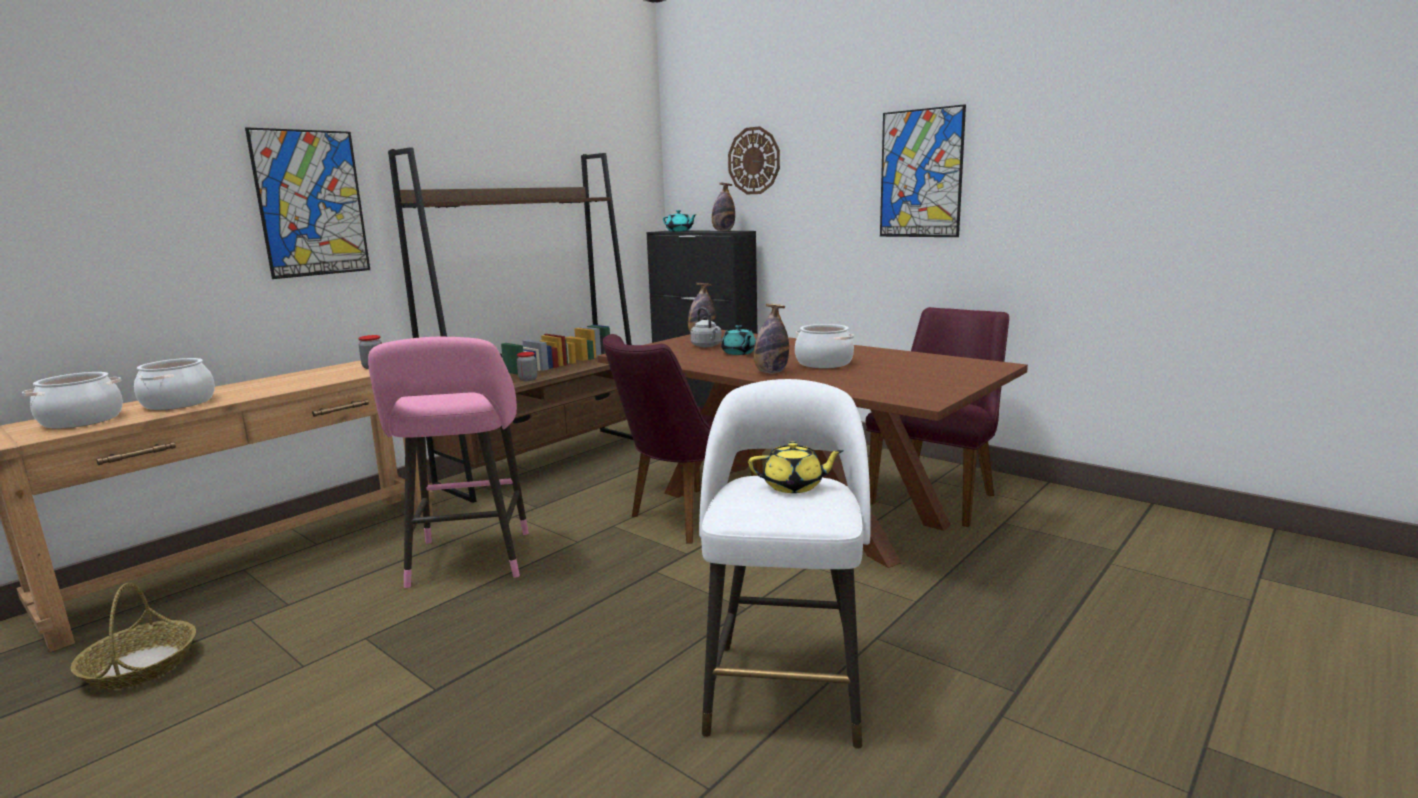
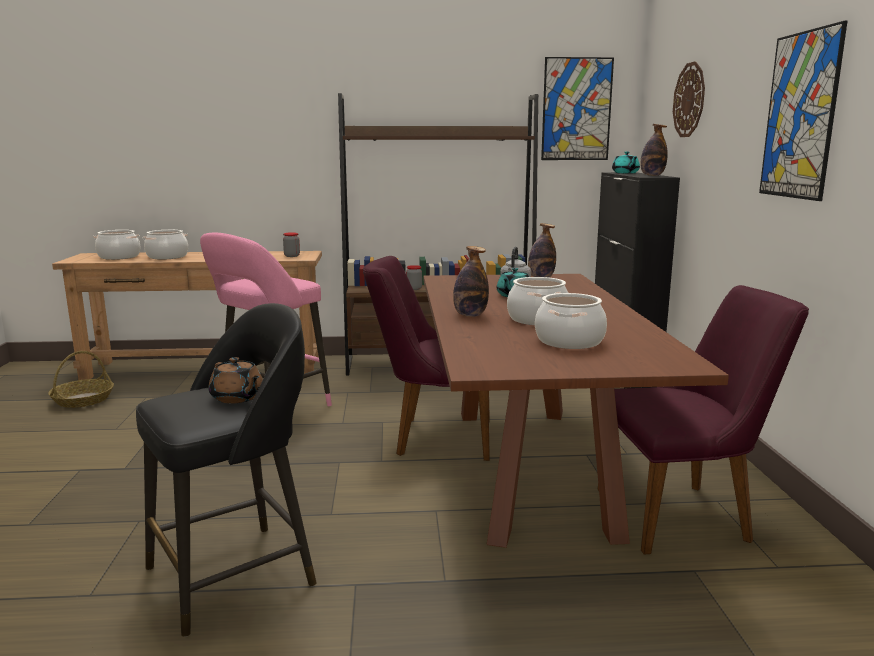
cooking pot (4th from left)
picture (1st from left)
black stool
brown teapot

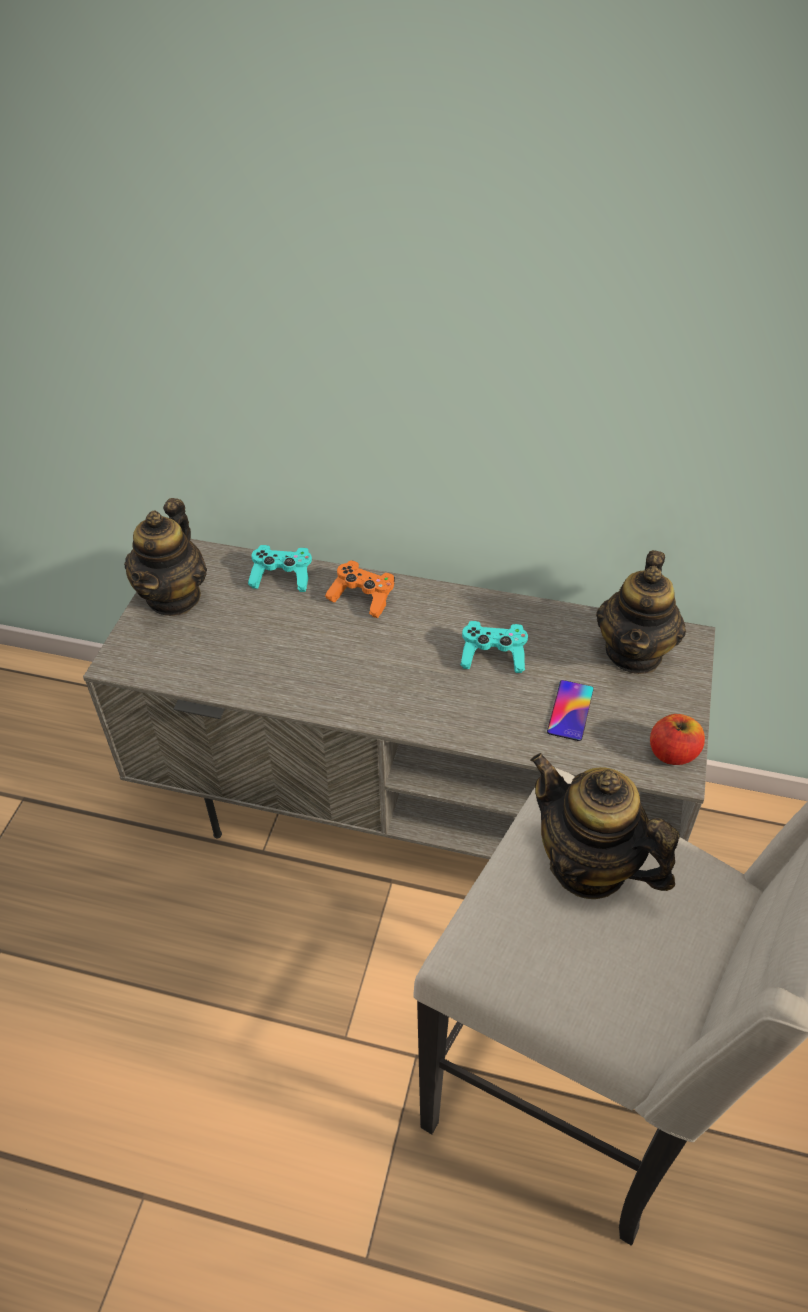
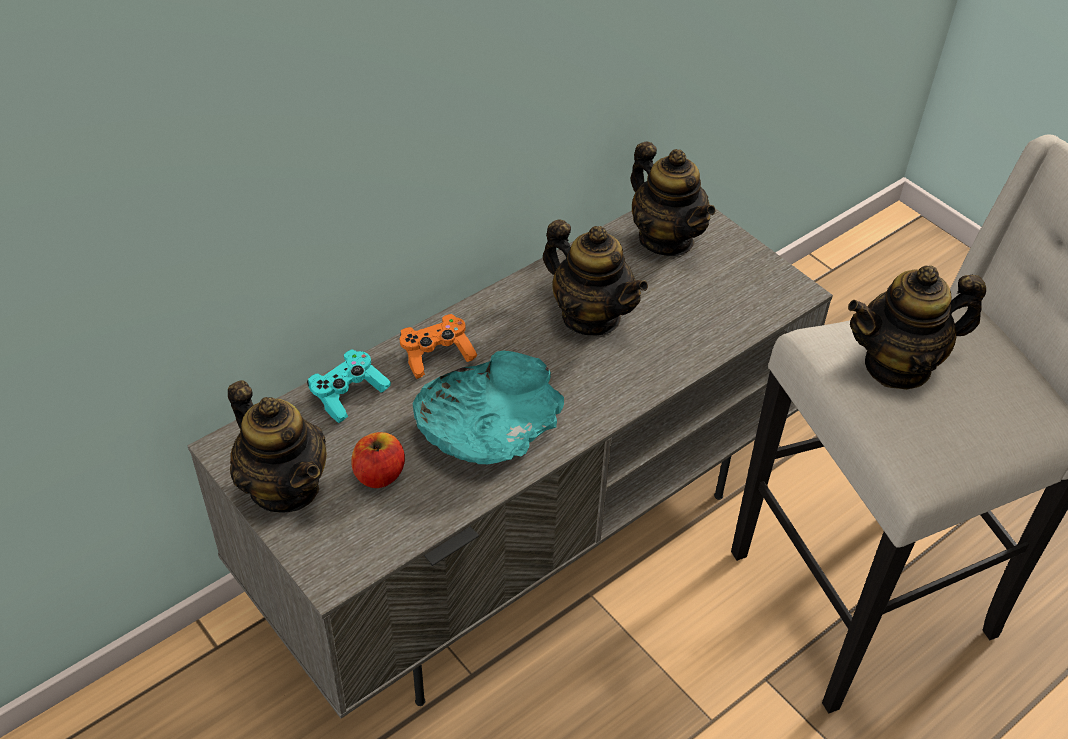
phone
turquoise bowl
apple
teapot (2nd from left)

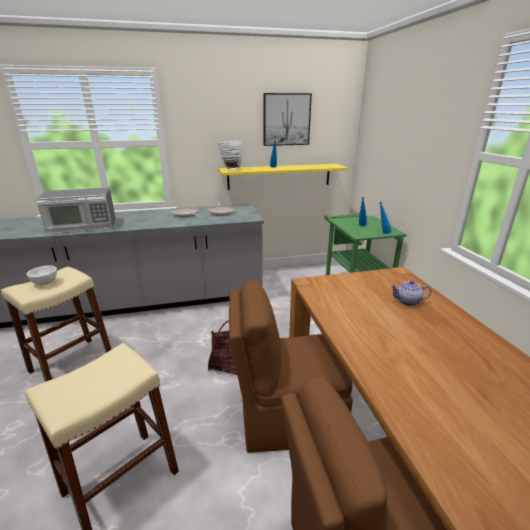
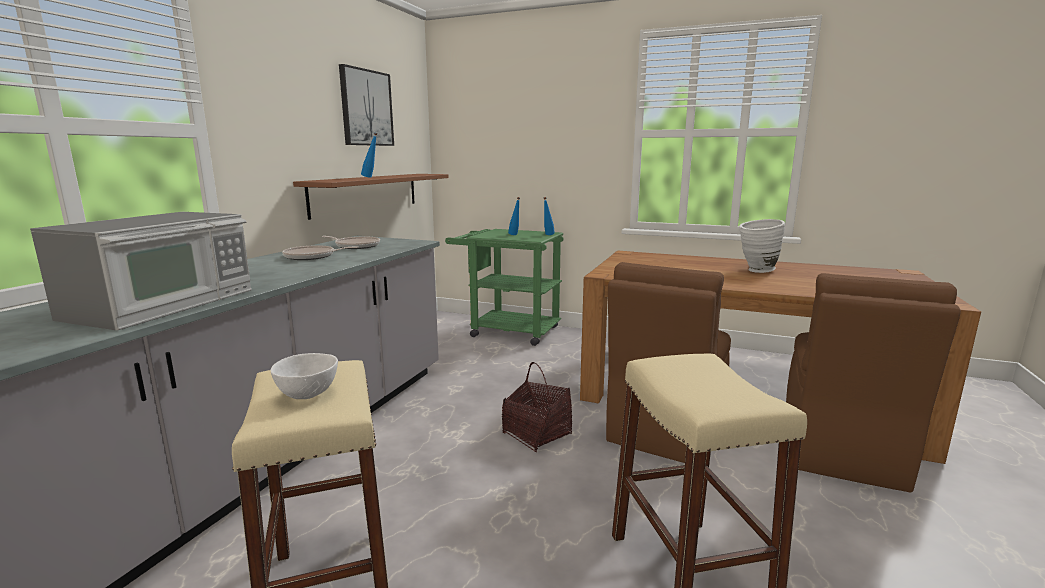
teapot
white vase
brown shelf

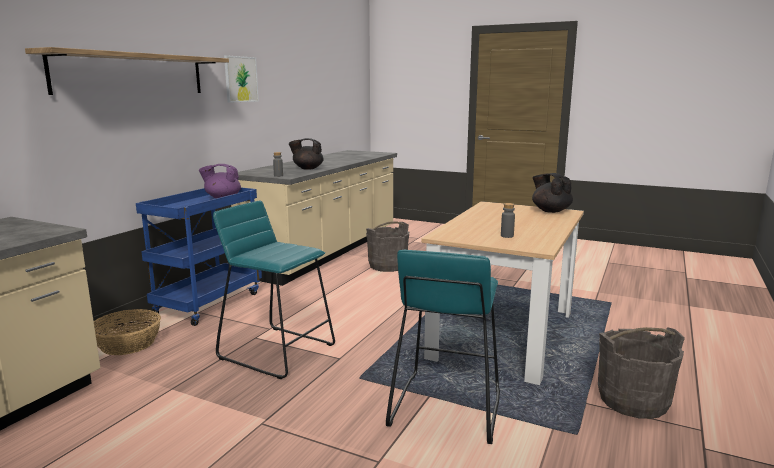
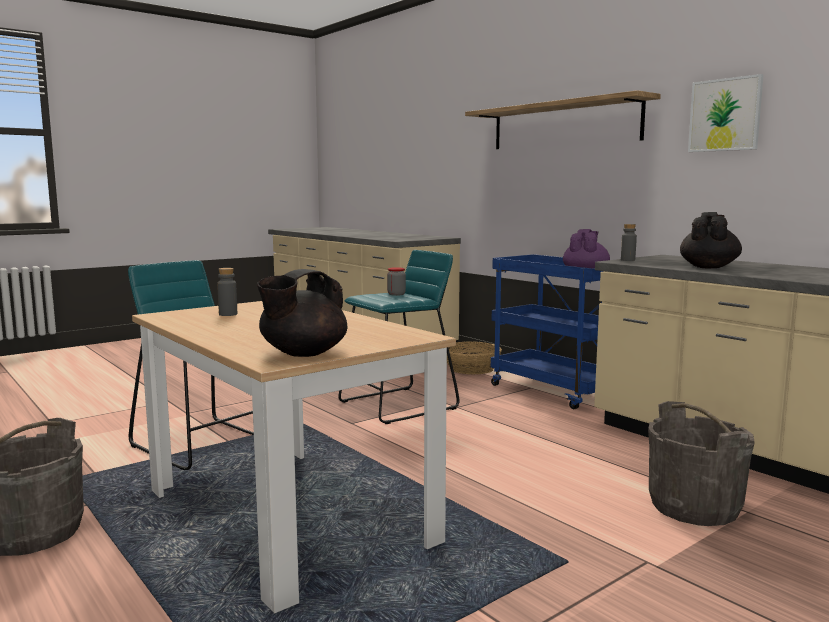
jar
black teapot (1st from left)

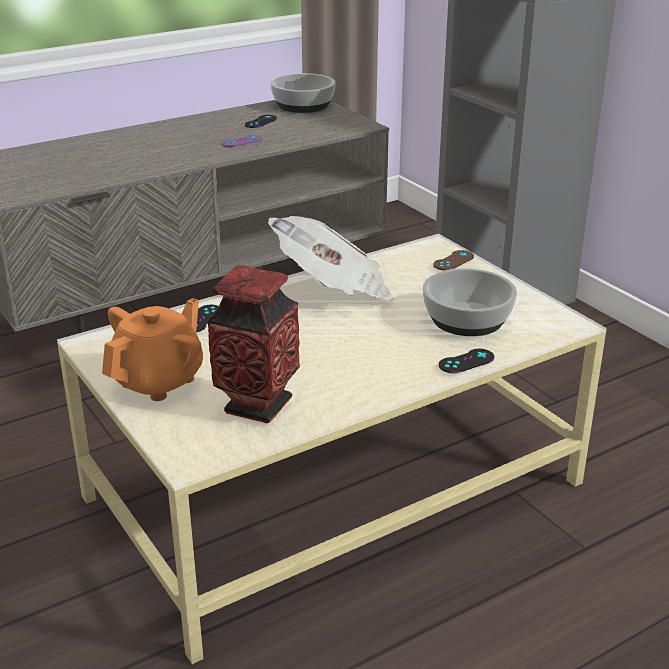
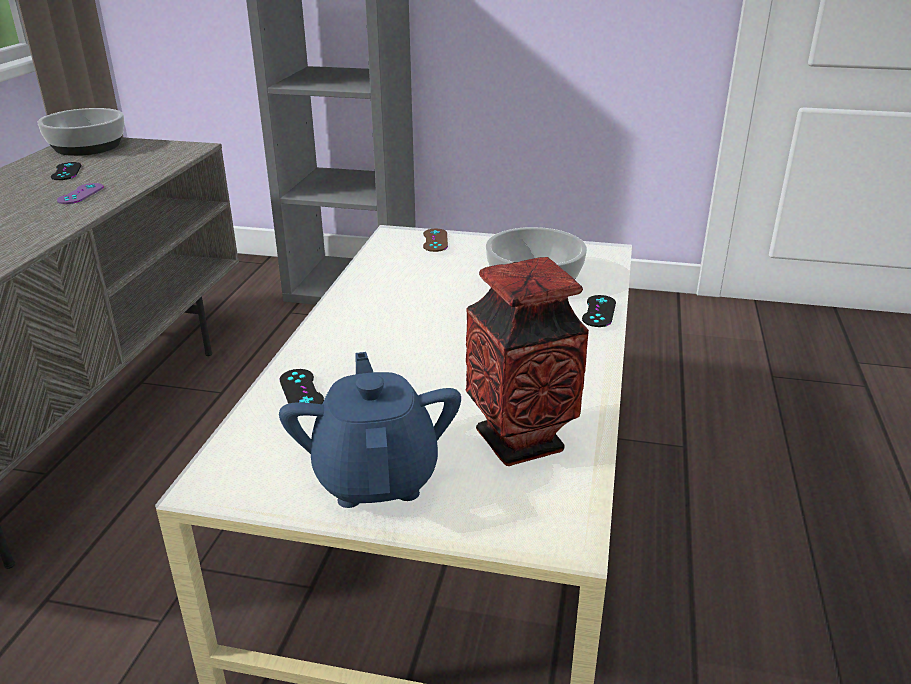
newspaper
blue teapot

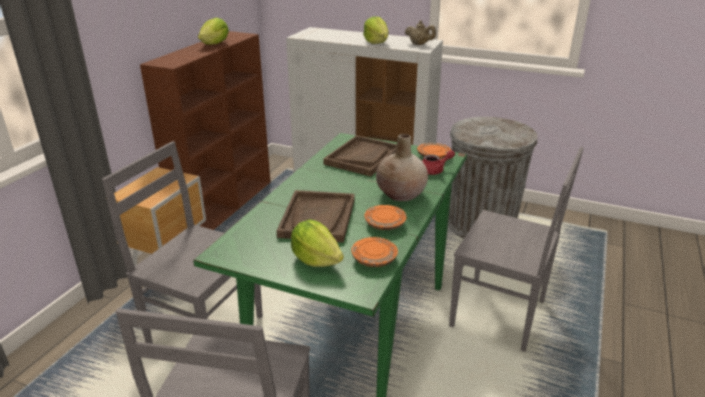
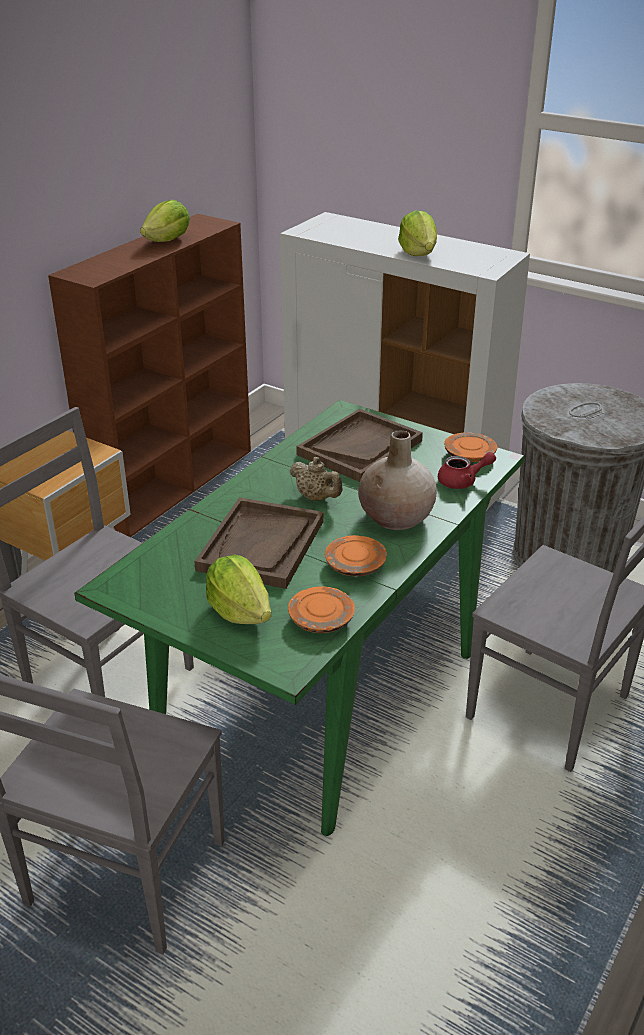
beige teapot

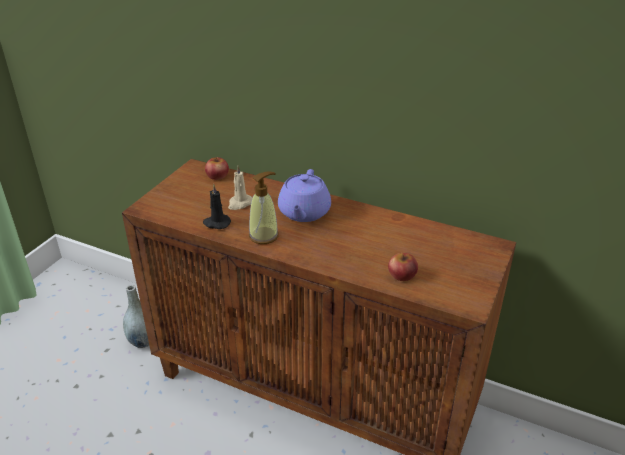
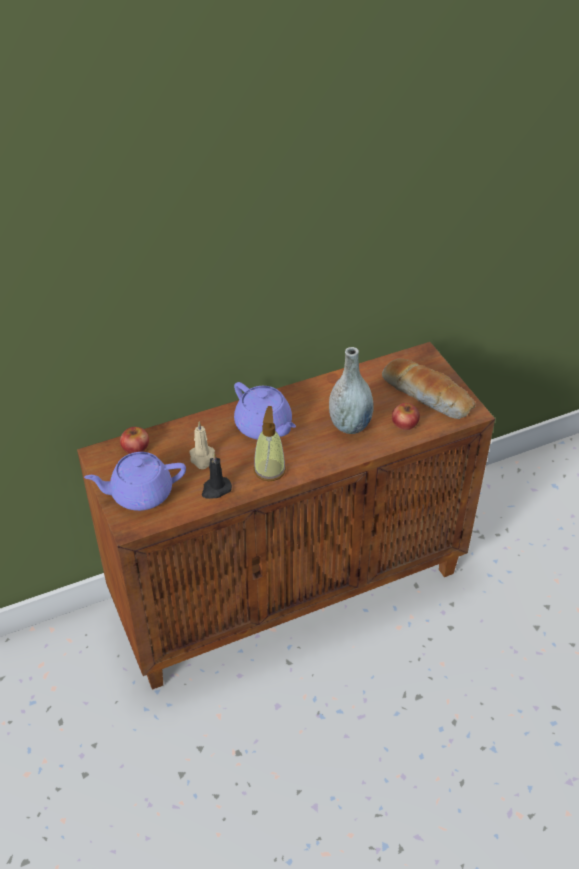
purple teapot (1st from left)
bread
grey vase

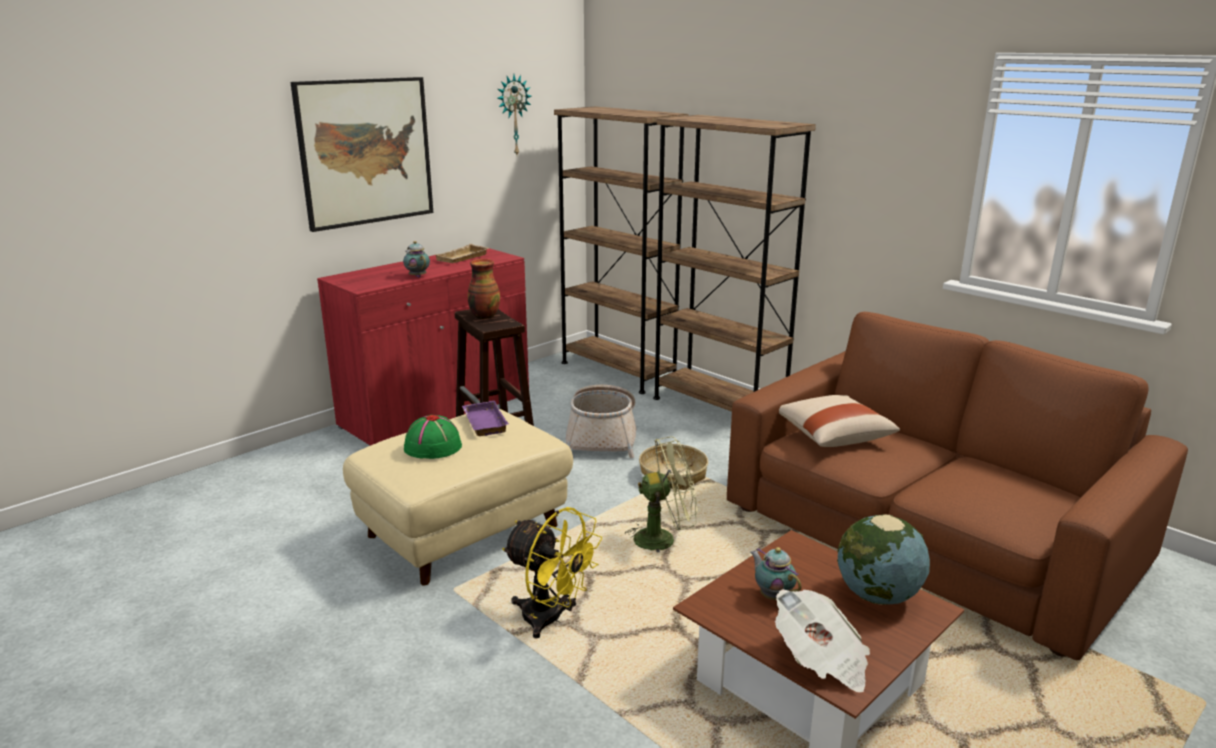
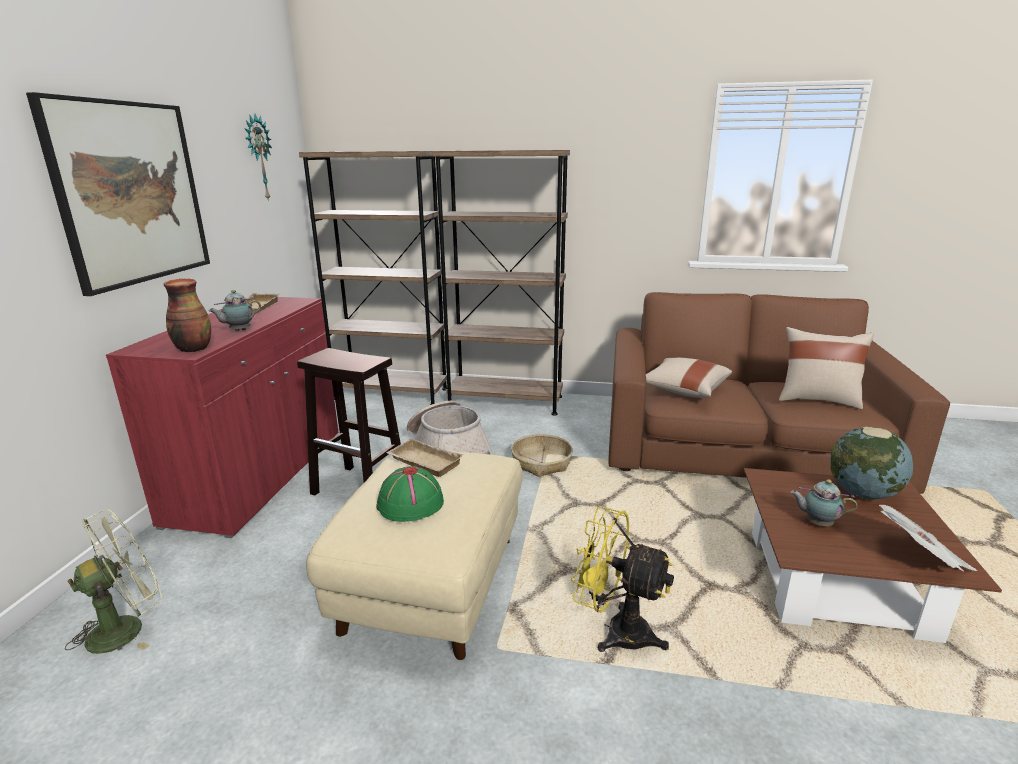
beige pillow (2nd from left)
vase
green fan
beige tray (2nd from left)
teapot (1st from left)
yellow fan

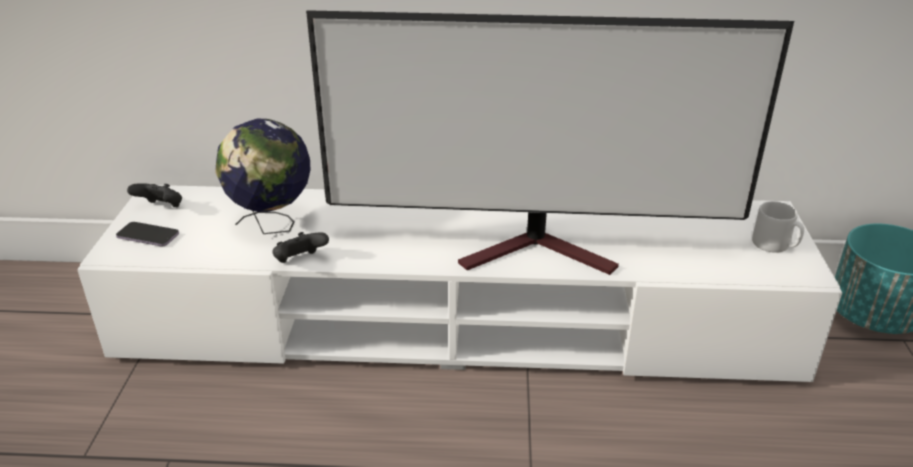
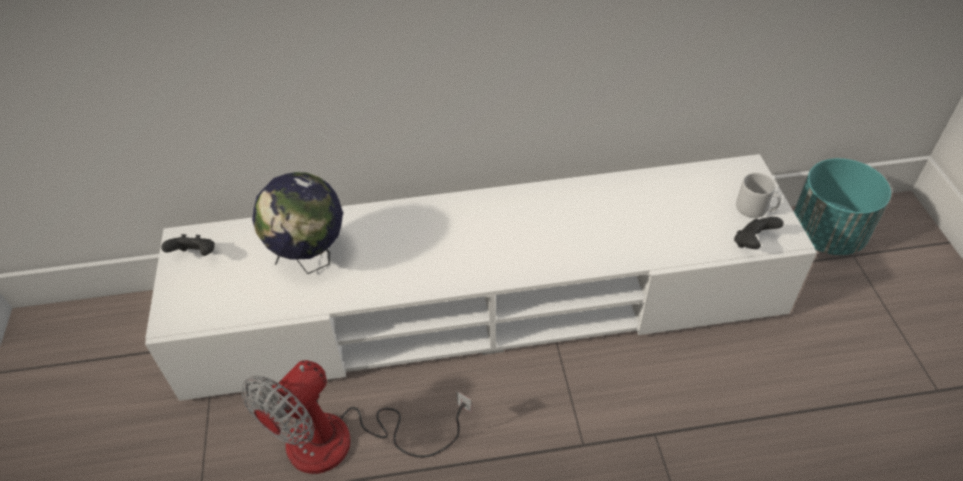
phone
television
fan
black game controller (2nd from left)

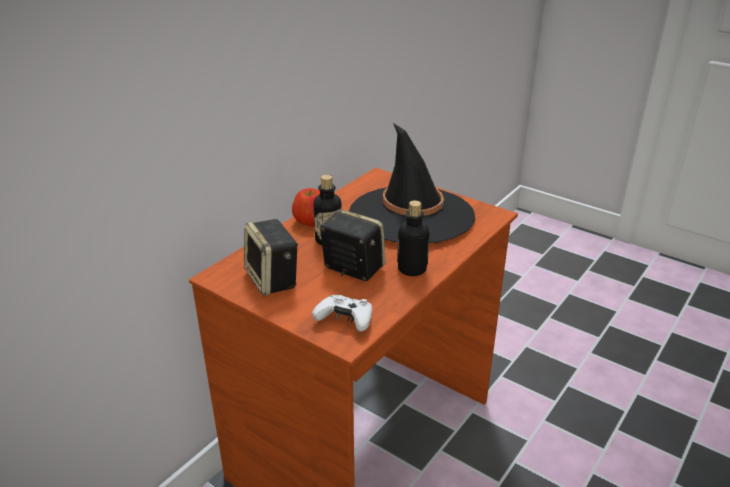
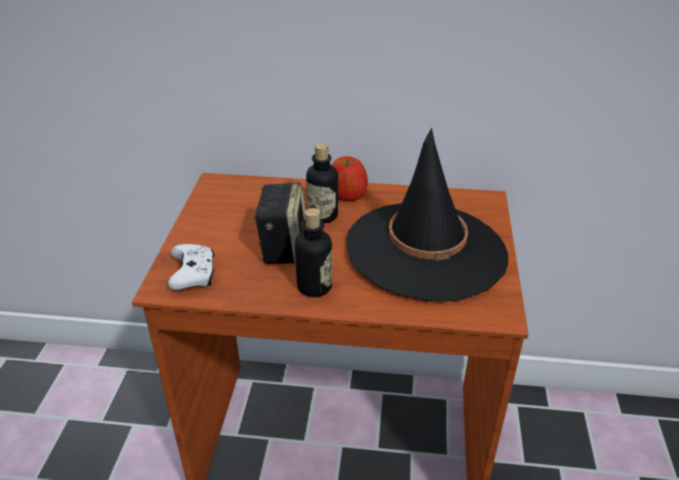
speaker (1st from left in the first image)

